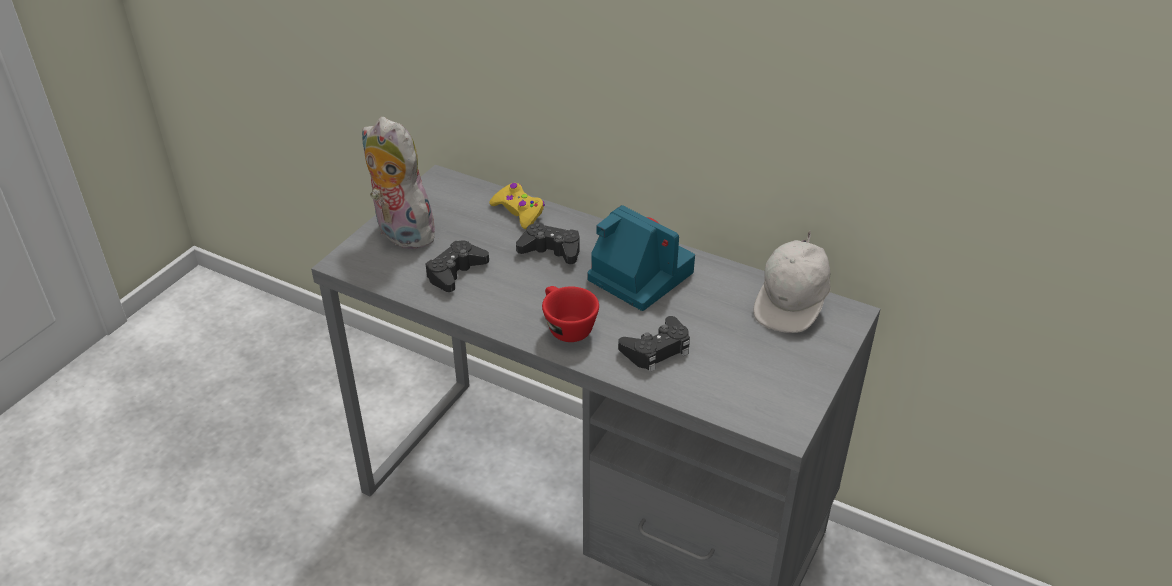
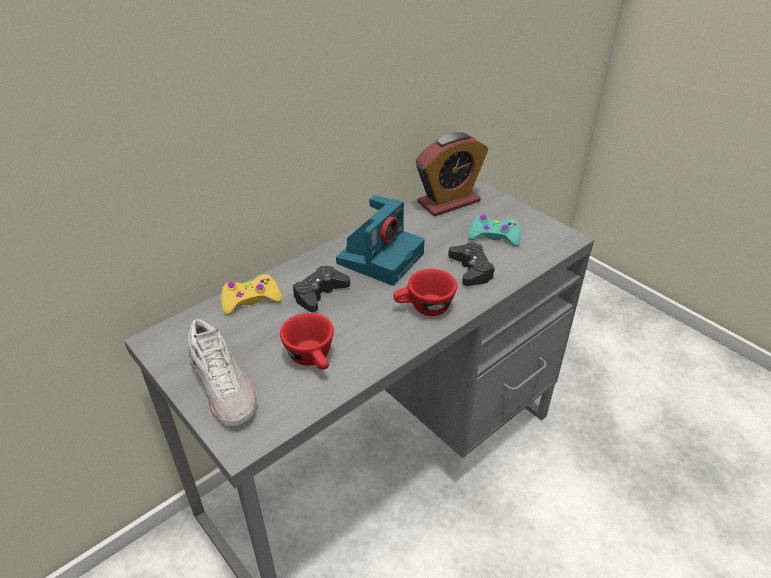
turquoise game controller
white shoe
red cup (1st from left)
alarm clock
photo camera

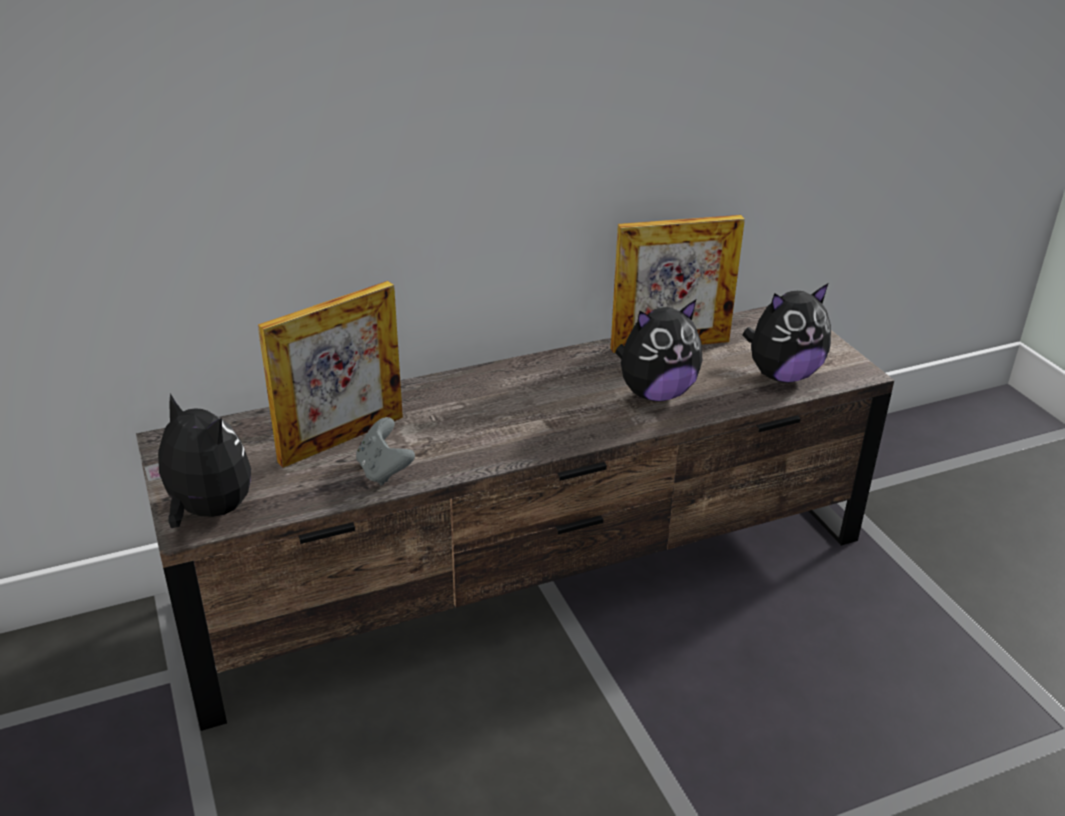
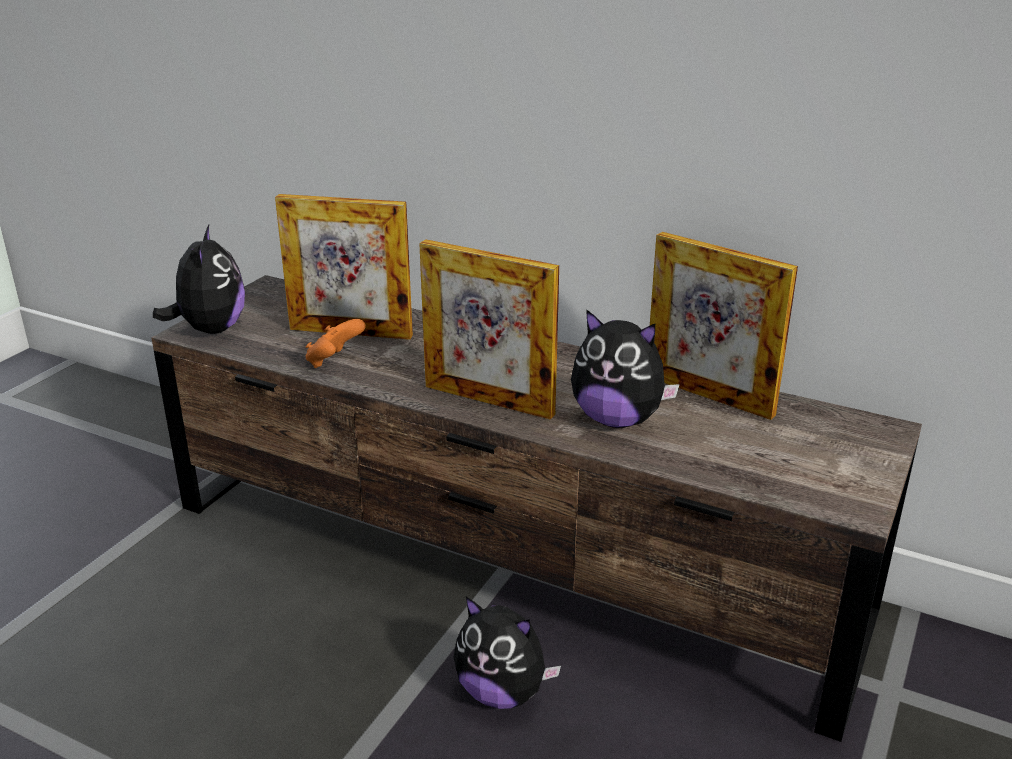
picture frame (2nd from left)
plush toy (2nd from left)
orange game controller

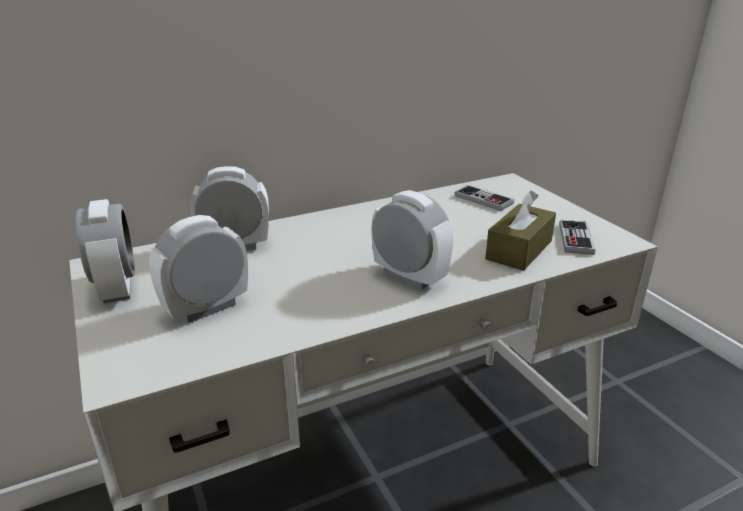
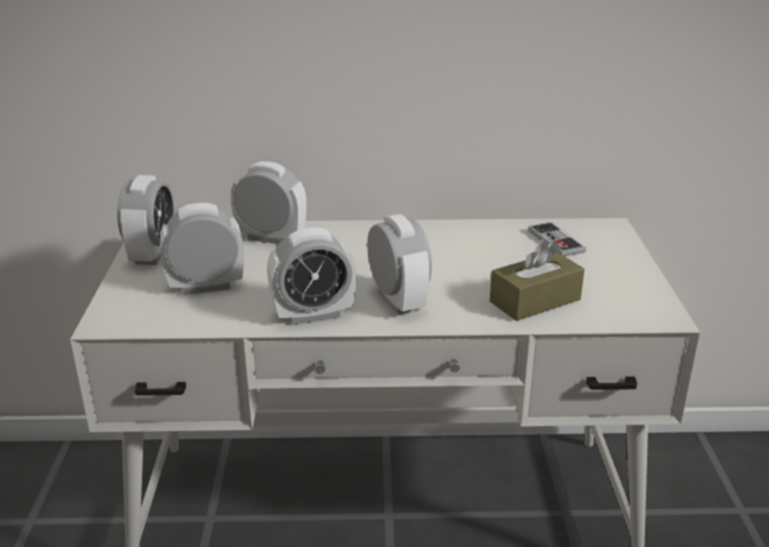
game controller (2nd from left in the first image)
alarm clock (4th from left)

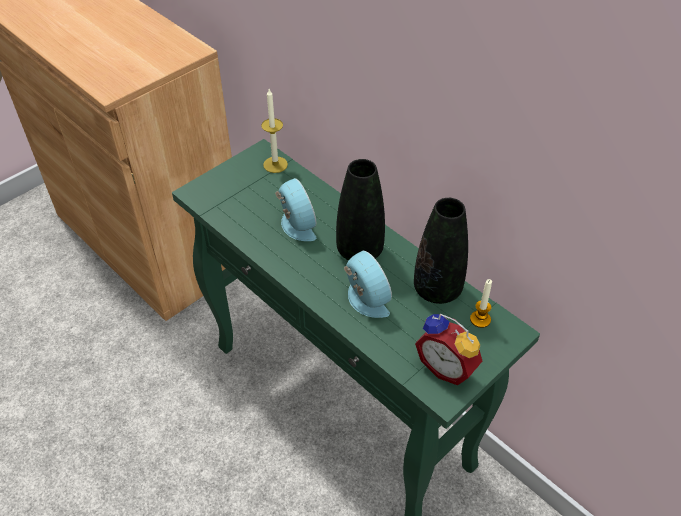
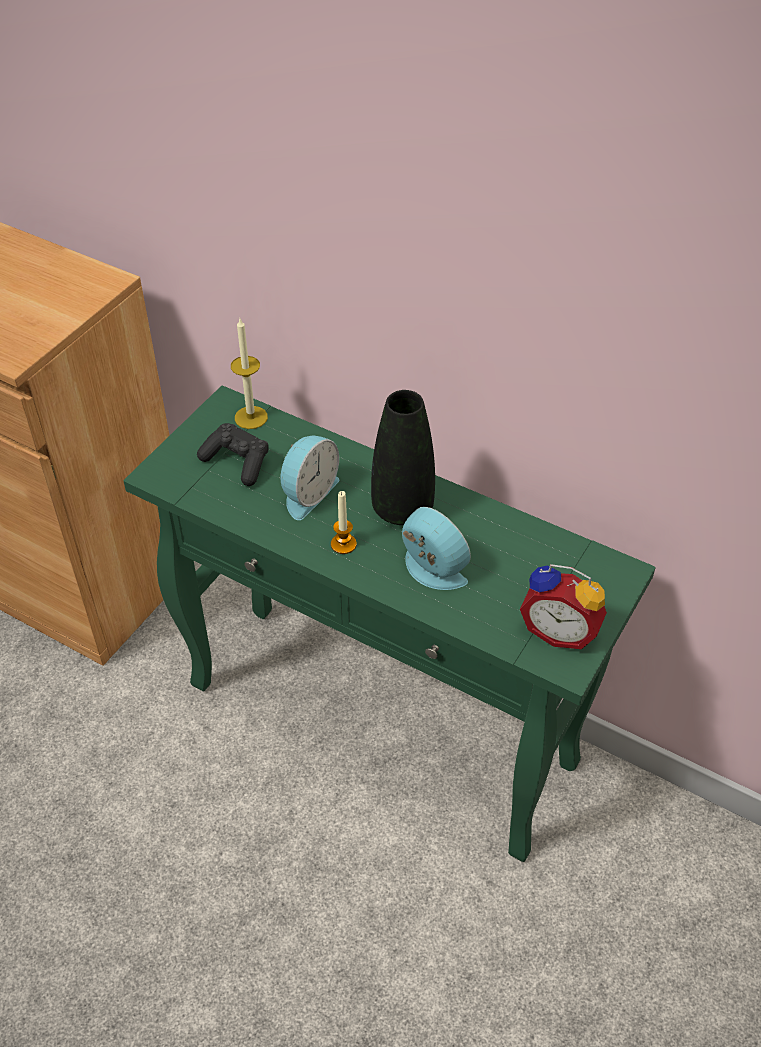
black vase (2nd from left in the first image)
black game controller
candle (2nd from left)
alarm clock (1st from left)

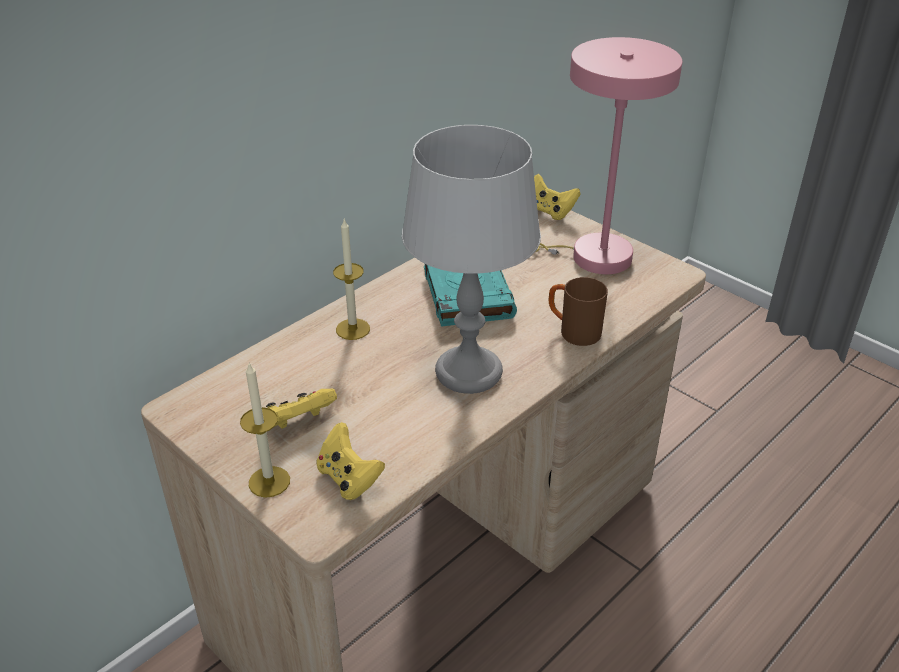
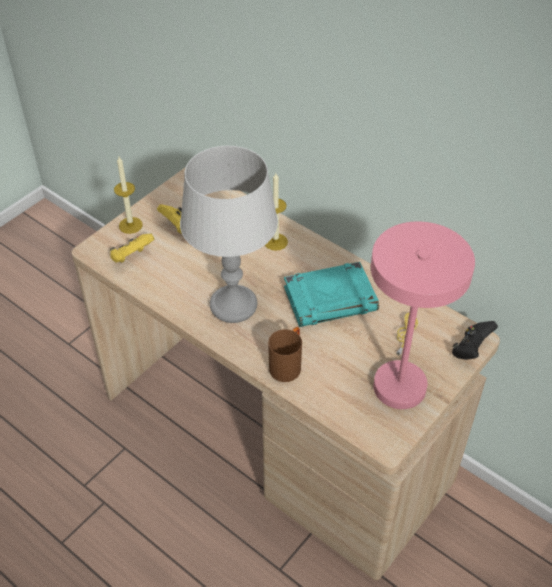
black game controller

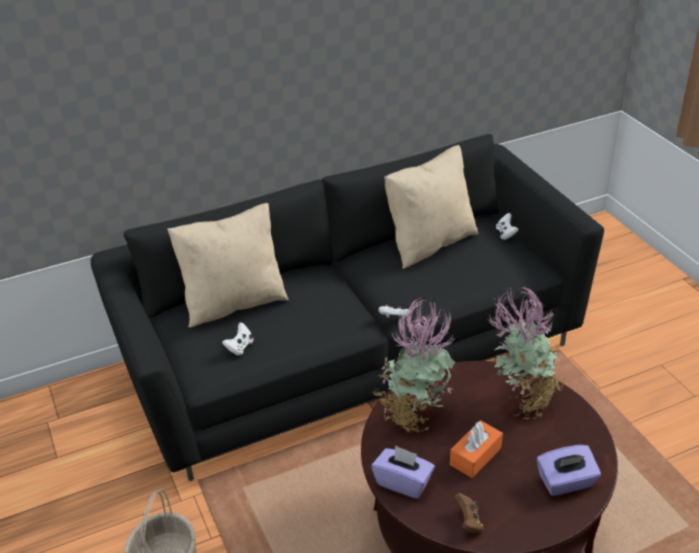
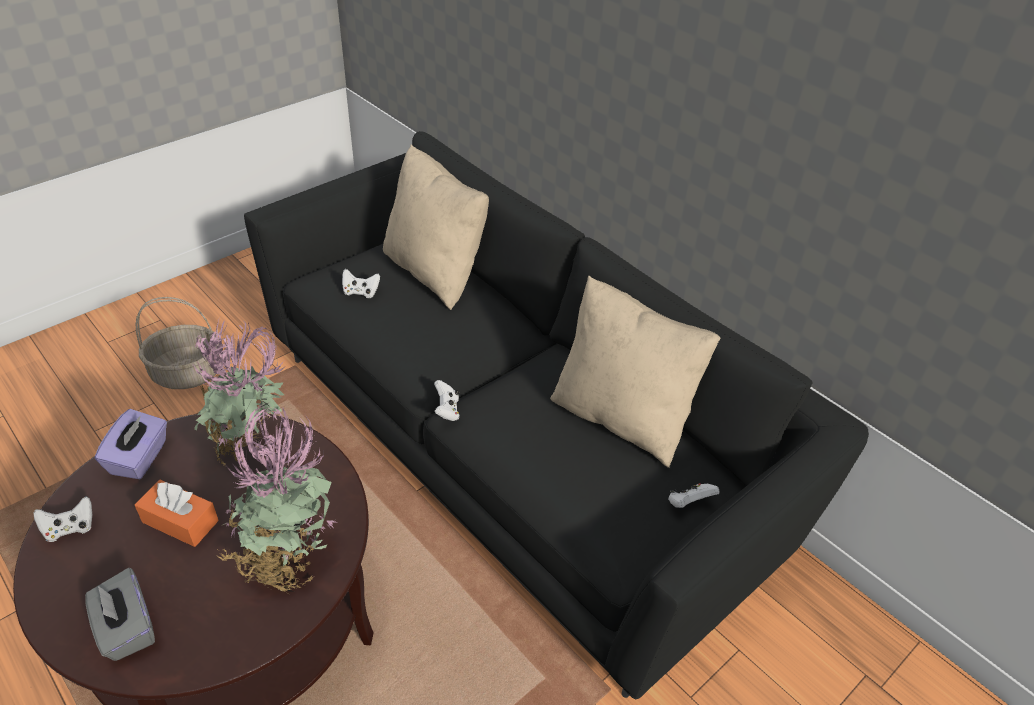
white game controller (1st from left)
grey tissue box

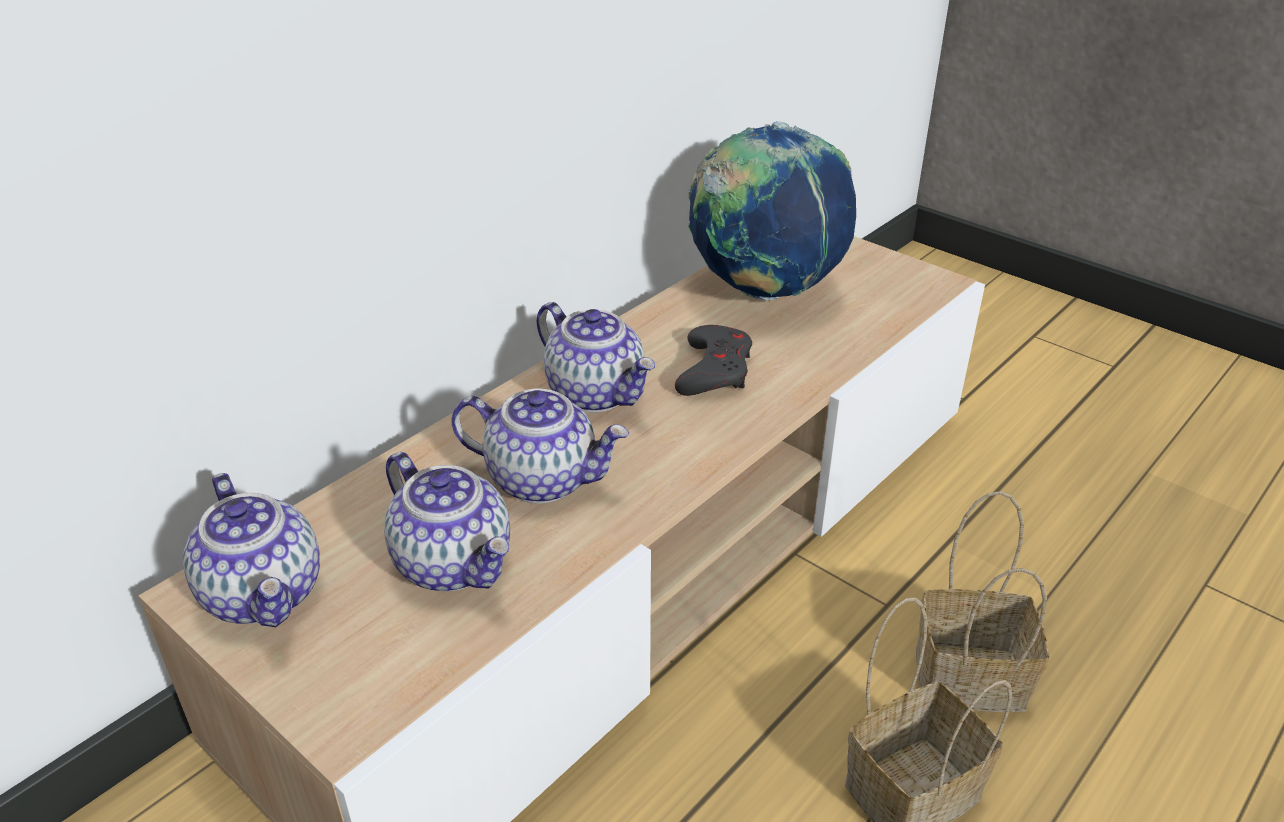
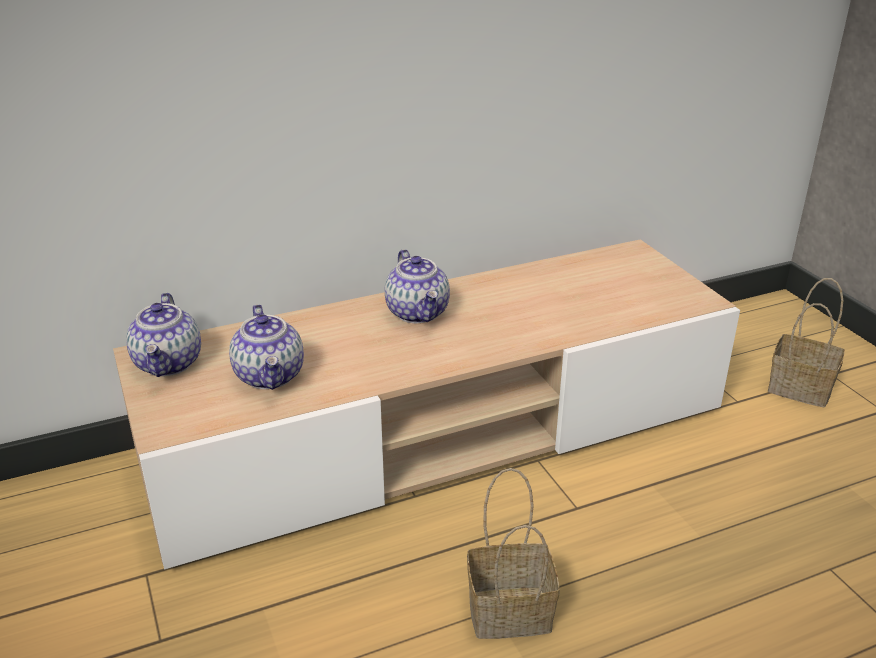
teapot (3rd from left in the first image)
grey game controller
globe
basket (2nd from left)

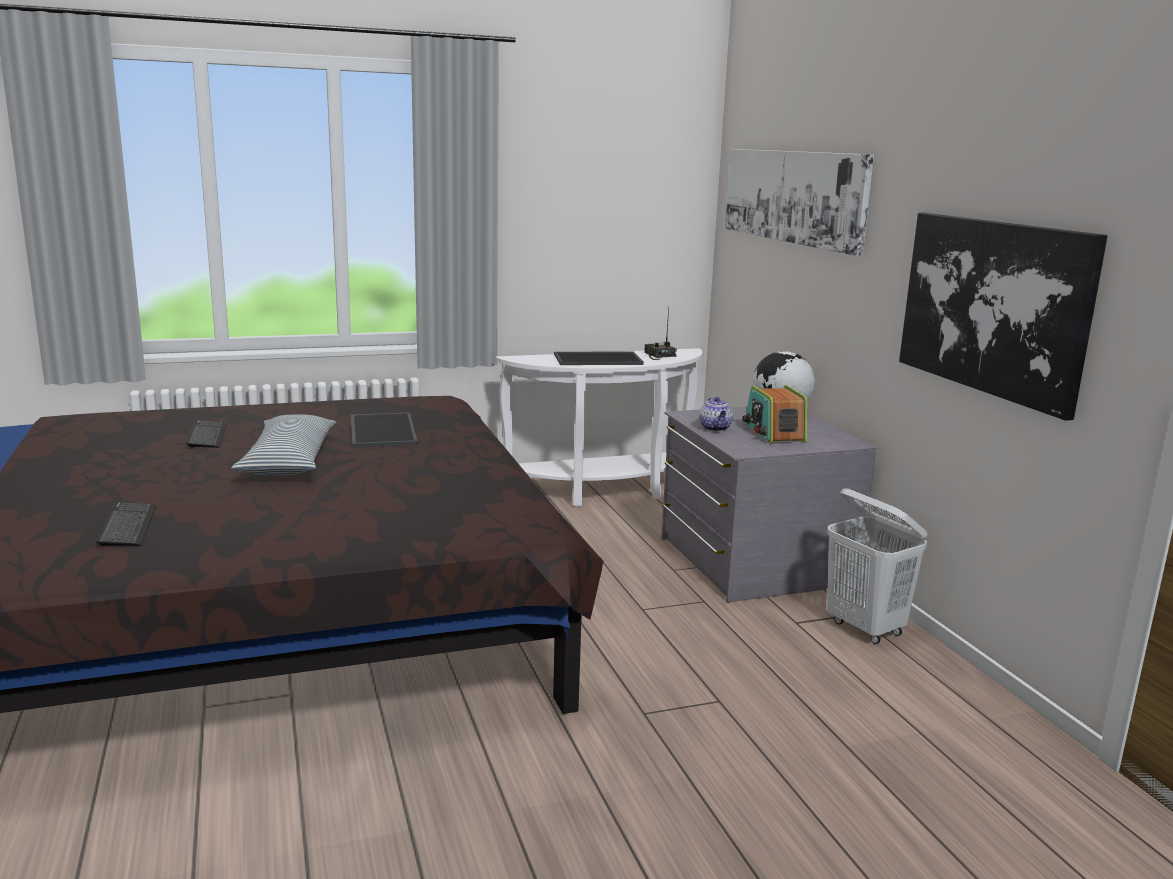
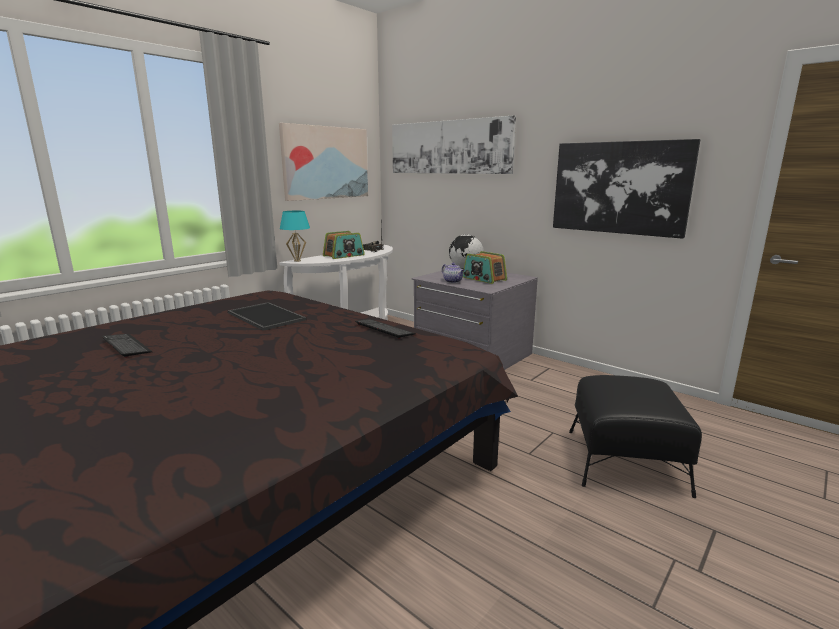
pillow
white laundry basket
picture (1st from left)
turquoise table lamp
black ottoman
keyboard (2nd from left)
radio (1st from left)

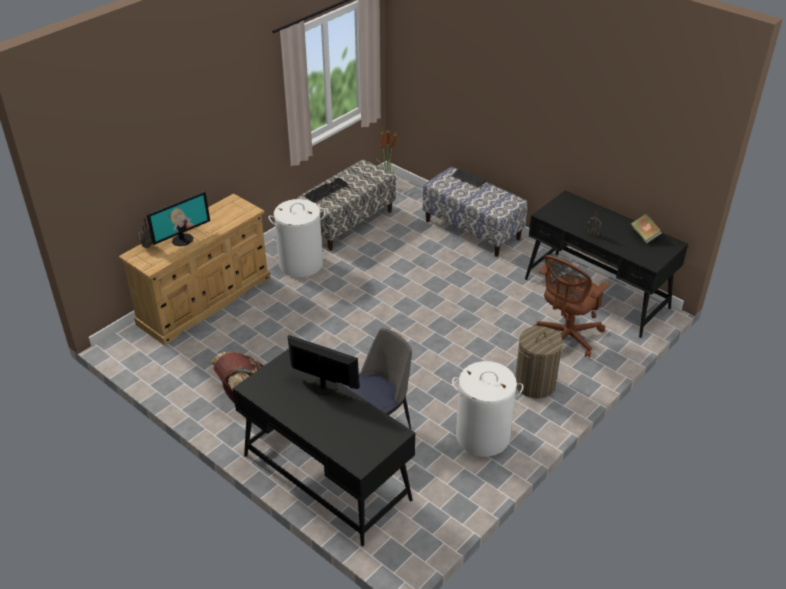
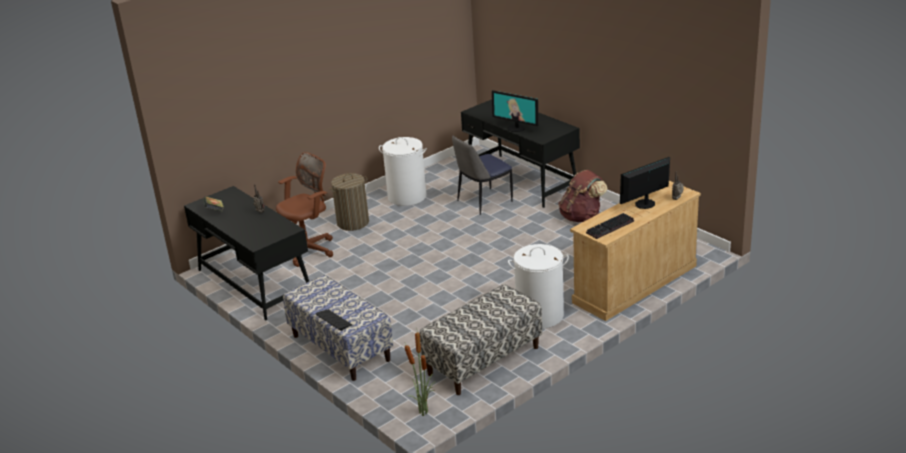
keyboard (2nd from left)

